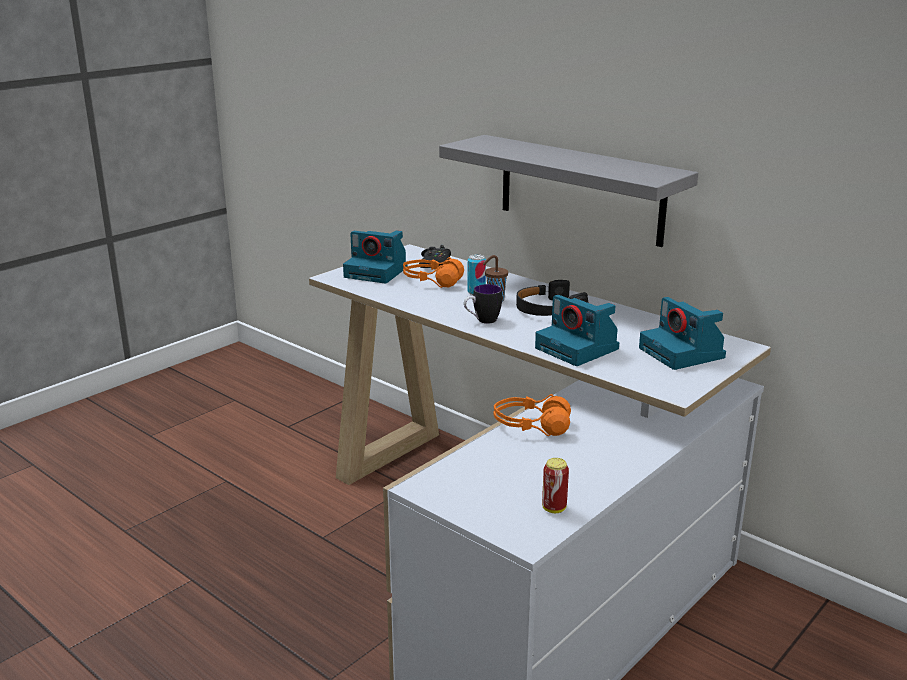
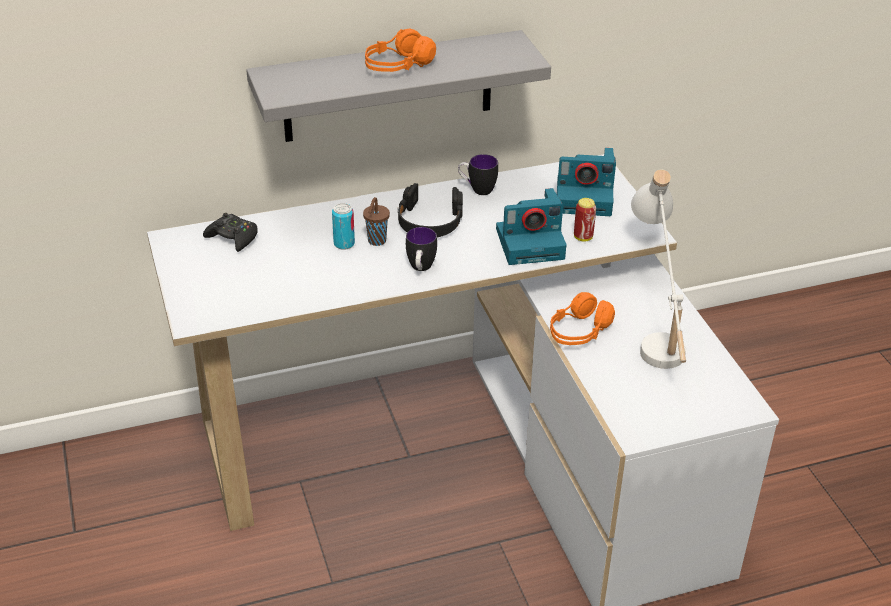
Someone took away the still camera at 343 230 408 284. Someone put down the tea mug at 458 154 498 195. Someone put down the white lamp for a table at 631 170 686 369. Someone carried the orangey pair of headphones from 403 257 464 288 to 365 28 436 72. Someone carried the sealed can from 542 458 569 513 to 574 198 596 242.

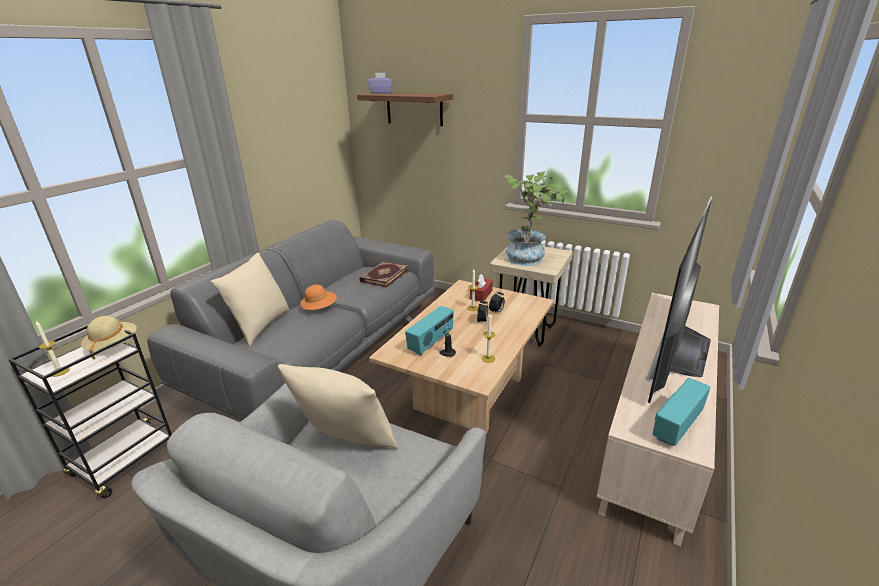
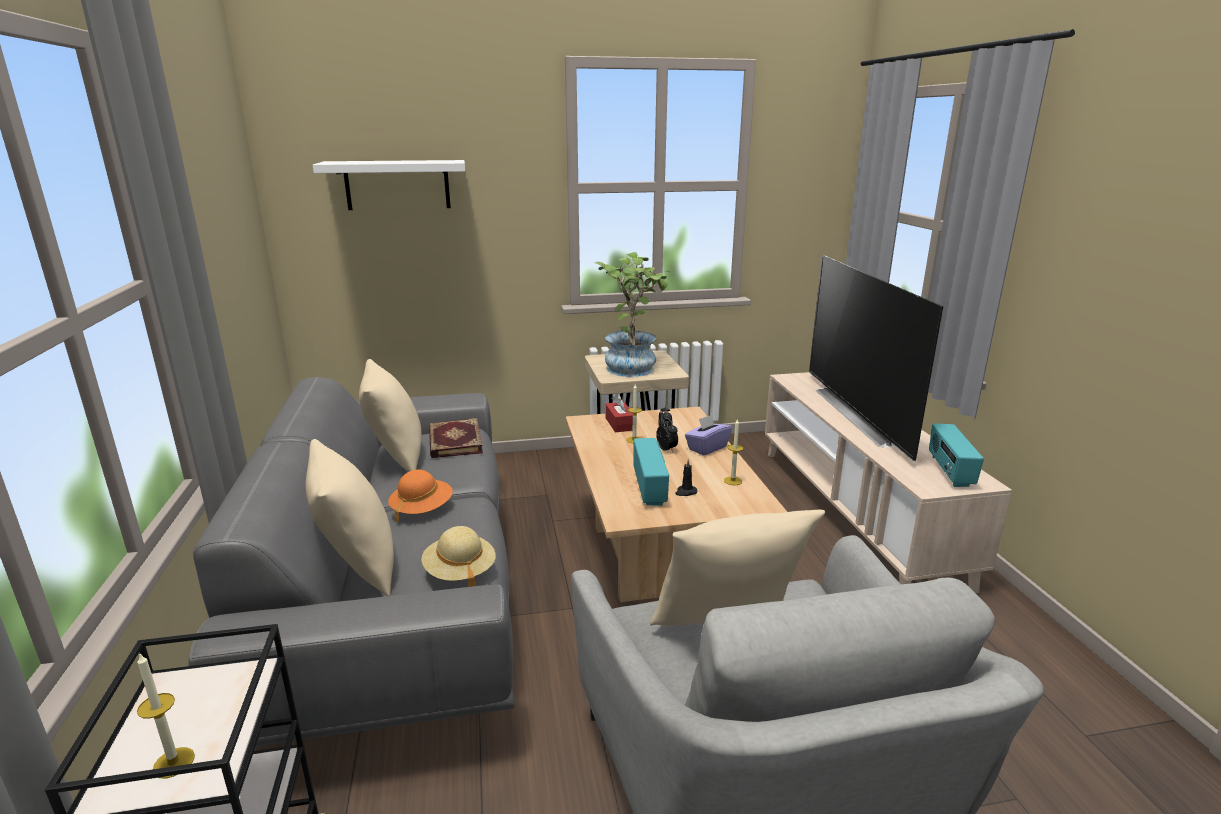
Someone put down the beige-coloured cushion at 359 359 421 472. Someone carried the beige-coloured hat from 81 316 137 360 to 422 526 496 587. Someone carried the purplish tissue box from 368 72 393 94 to 685 415 732 456. Someone repainted the brown wall shelf at 357 92 453 126, which became the white wall shelf at 313 160 465 210.

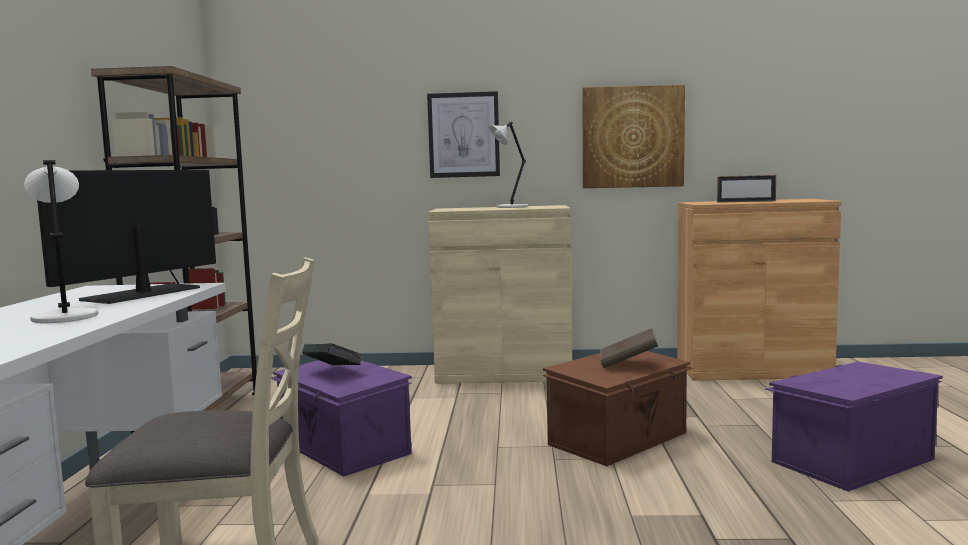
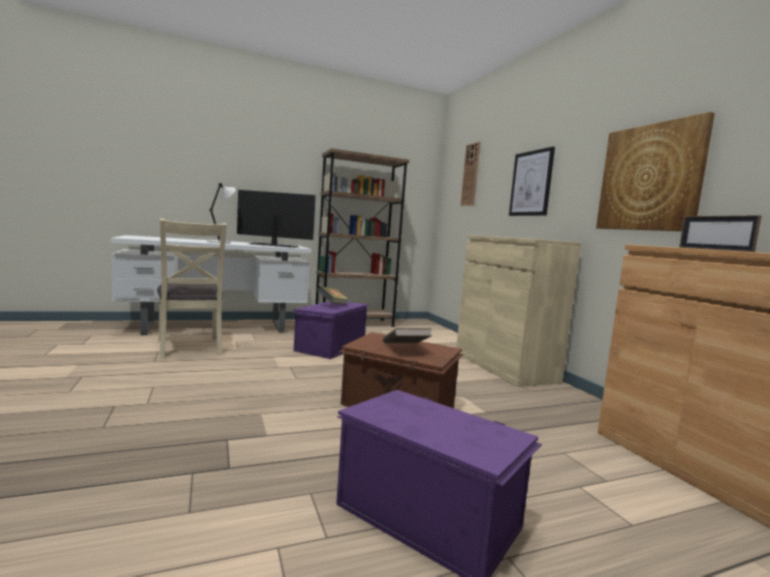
Someone took away the white lamp for a table at 489 122 528 208. Someone put up the hanging clock at 460 142 480 206.

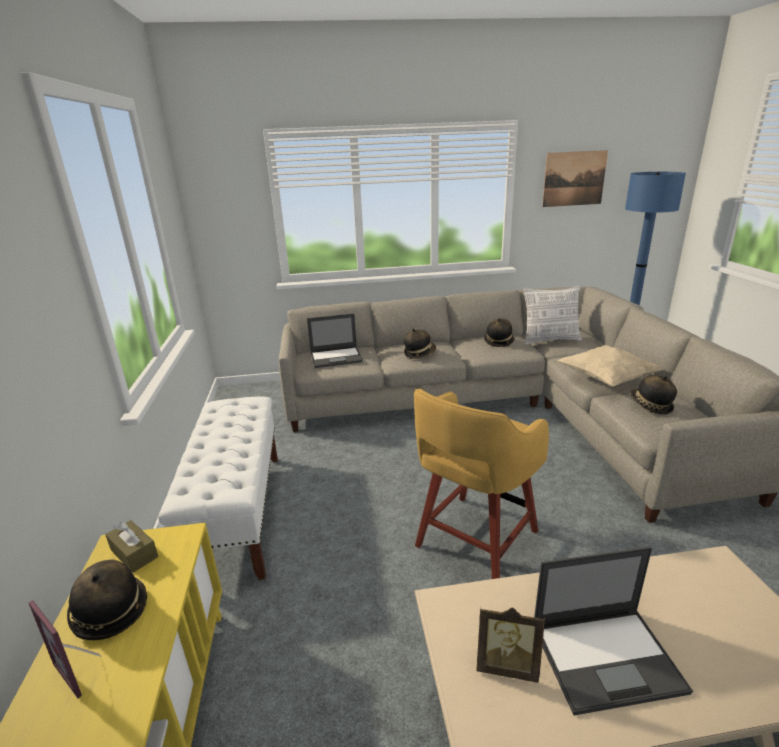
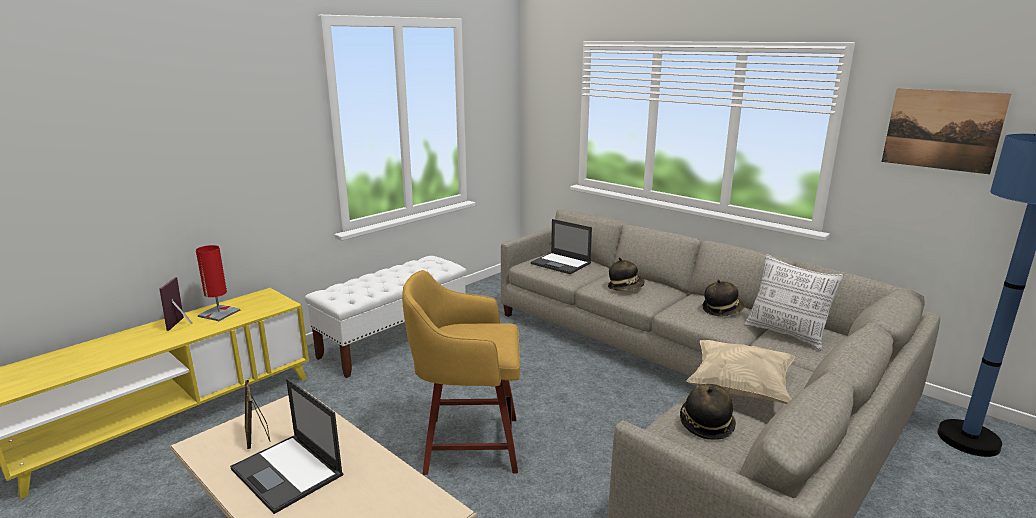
Someone took away the brown tissue box at 105 520 159 573. Someone swapped the hat at 67 560 147 640 for the reddish lamp for a table at 196 245 240 321.

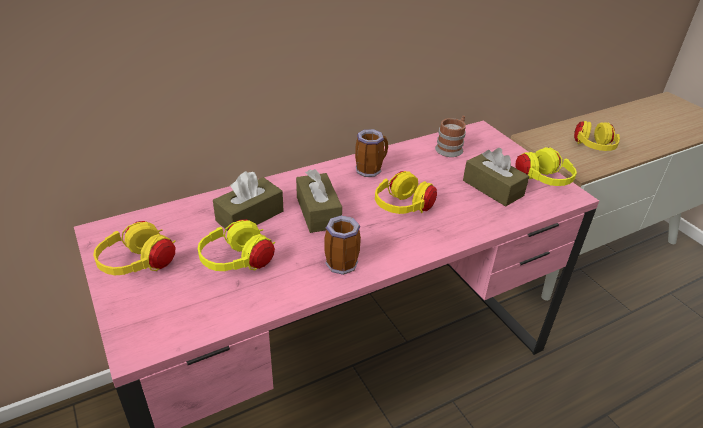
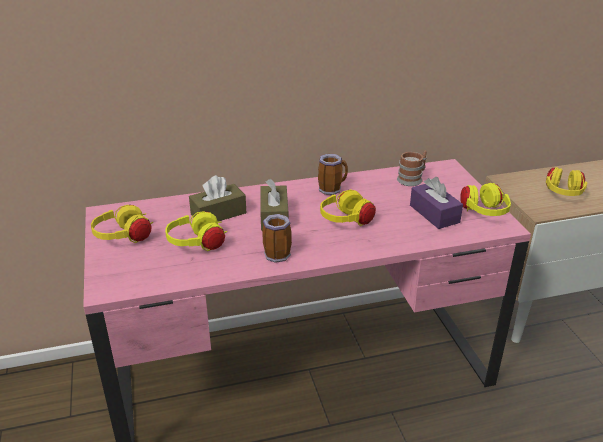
Someone repainted the brown tissue box at 463 148 530 207, which became the purplish tissue box at 410 177 463 229.

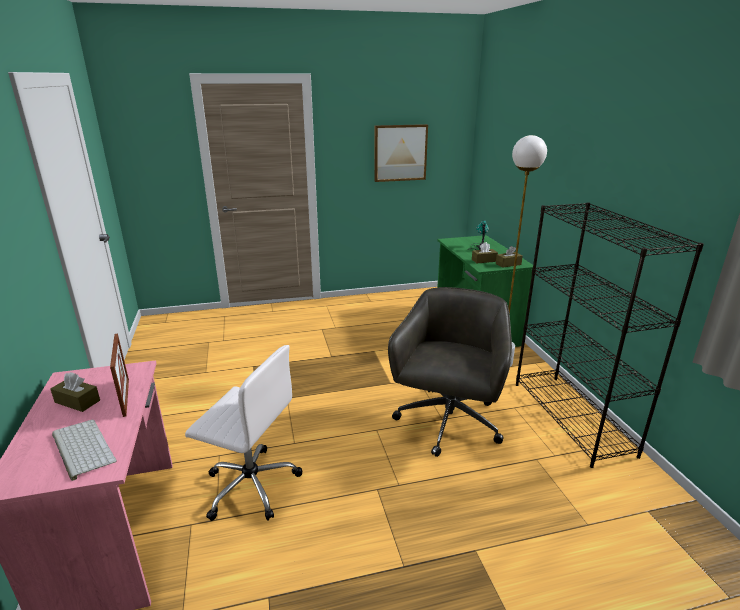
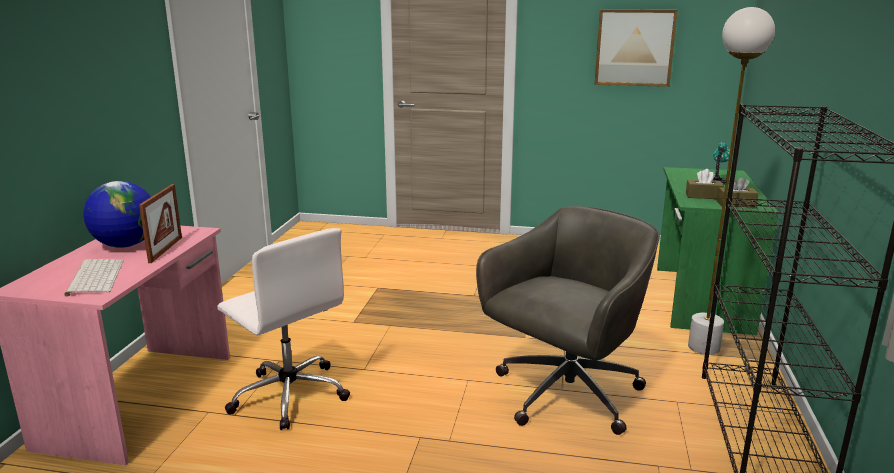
Someone swapped the brown tissue box at 50 372 100 412 for the globe at 83 181 151 248.

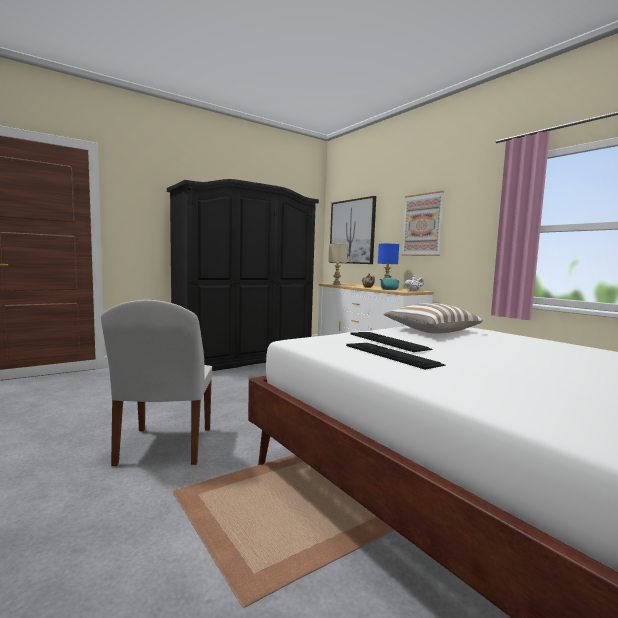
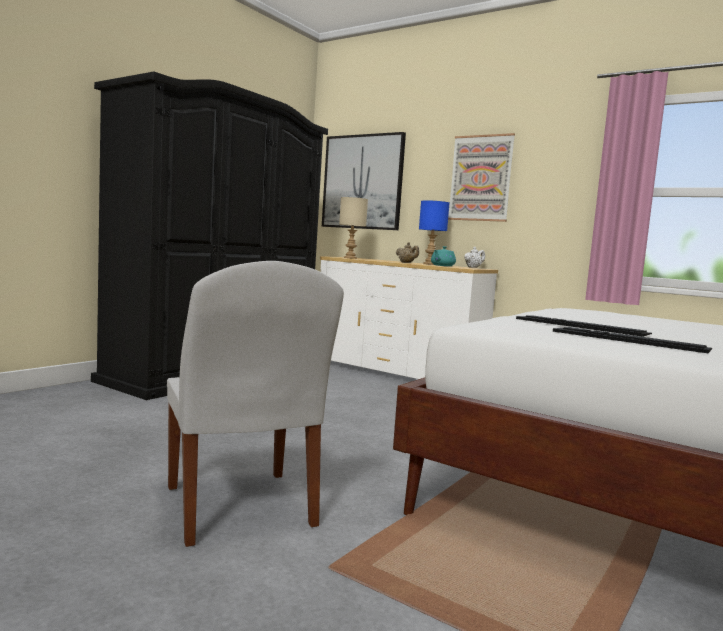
Someone took away the cushion at 384 303 483 334.

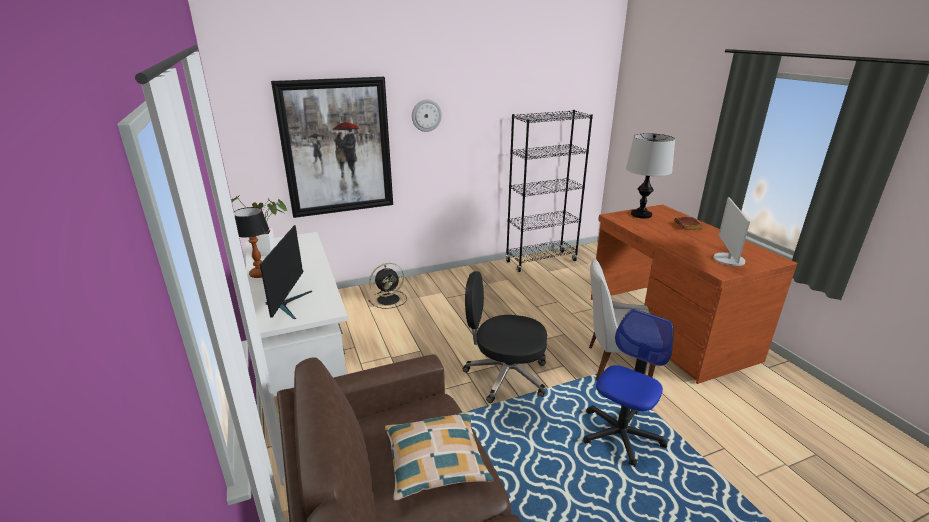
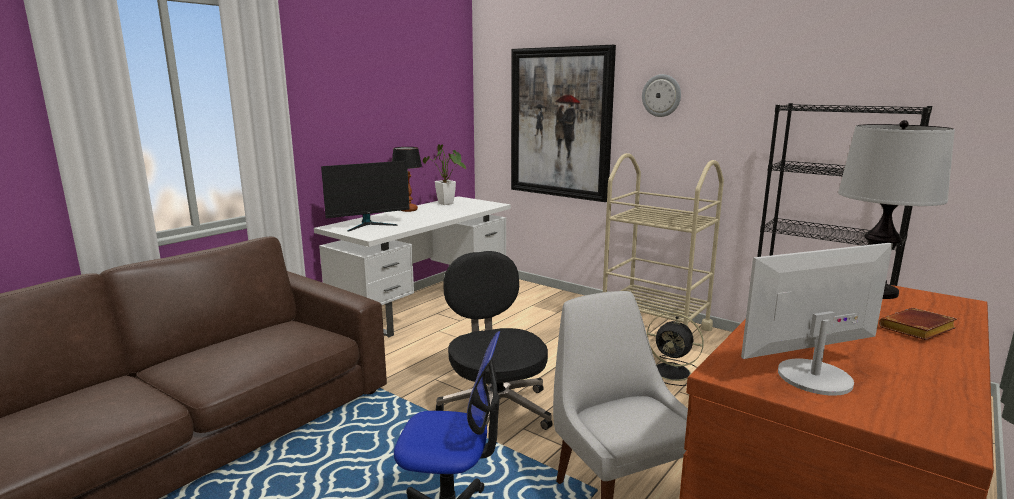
Someone took away the cushion at 385 412 493 500. Someone put down the beige-coloured wheeled cart at 603 153 724 331. Someone carried the black-coloured electric fan from 368 263 407 309 to 647 312 704 386.

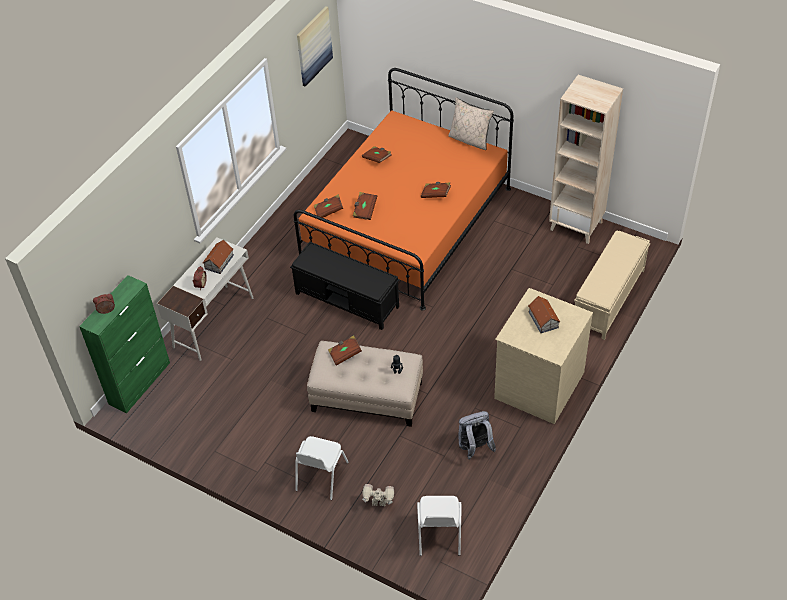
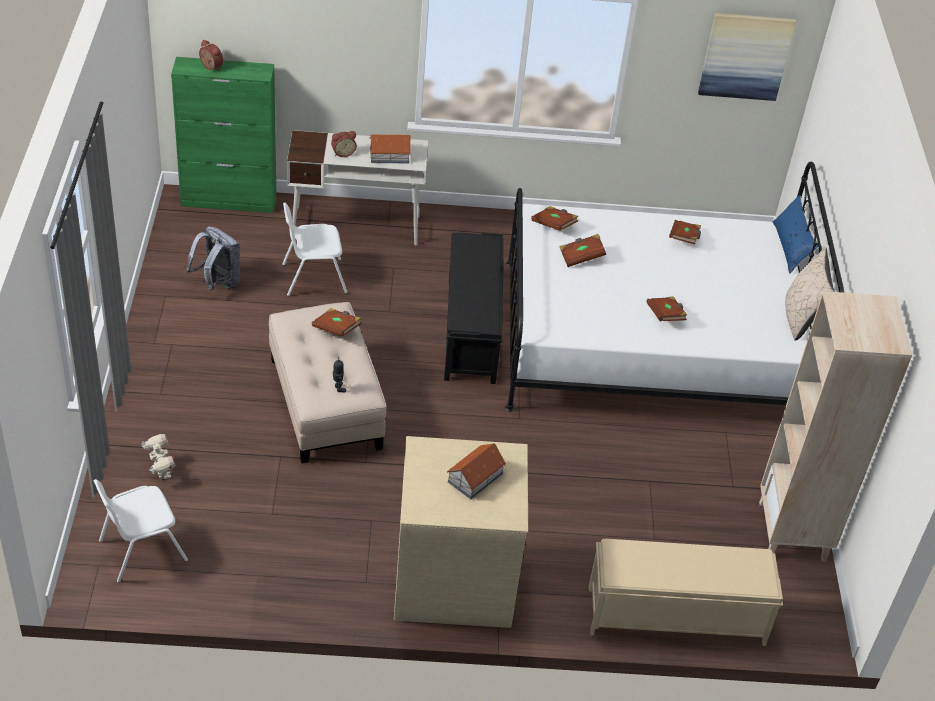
Someone put down the blue-coloured cushion at 773 195 818 274. Someone carried the white upright chair from 295 436 349 500 to 282 202 348 296. Someone carried the gray backpack from 459 411 496 460 to 186 226 240 291. Someone repainted the orangey bedroom bed at 294 68 514 311, which became the white bedroom bed at 505 162 845 412.

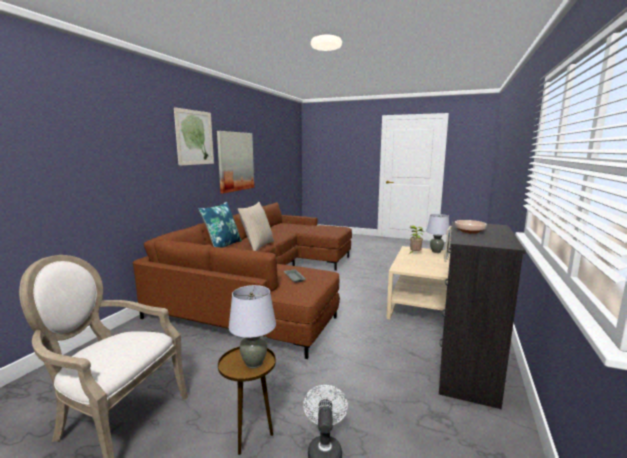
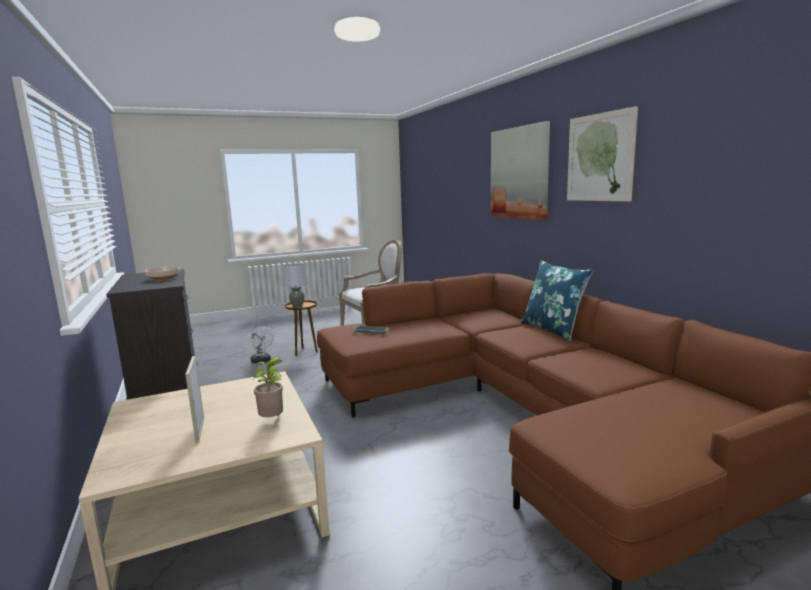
Someone took away the beige-coloured cushion at 238 202 274 251. Someone took away the gray lamp for a table at 426 214 450 253. Someone carried the picture from 217 131 254 194 to 491 121 550 220.

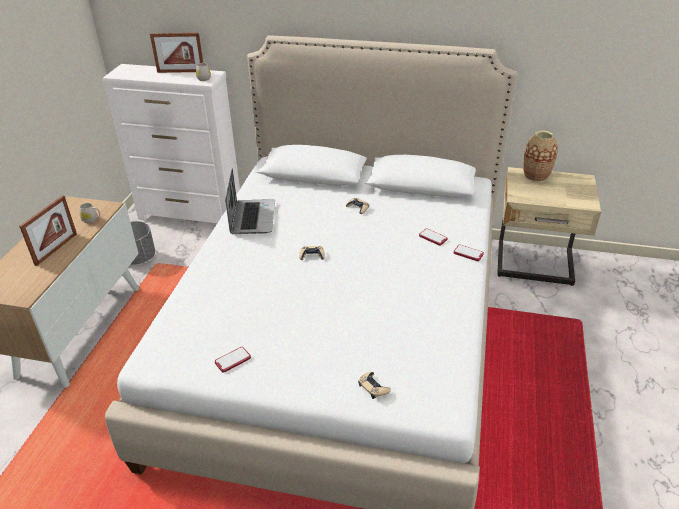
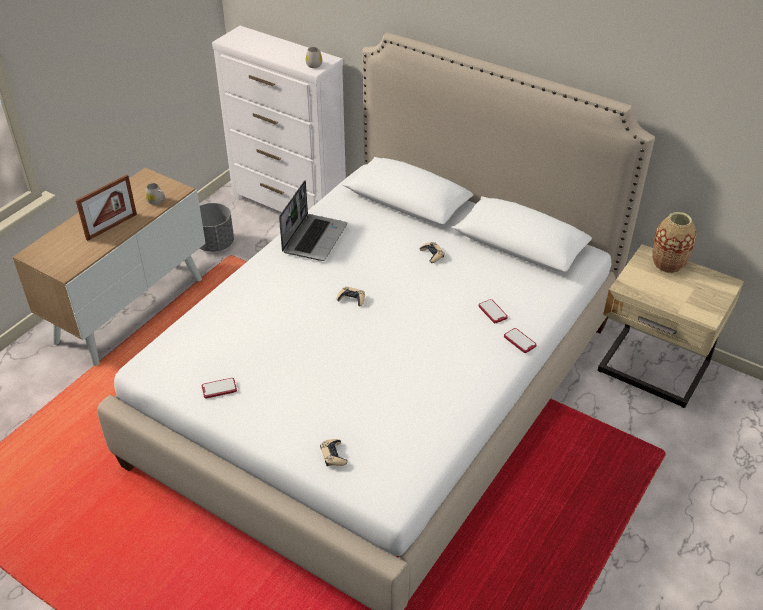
Someone took away the photo frame at 150 33 203 73.

